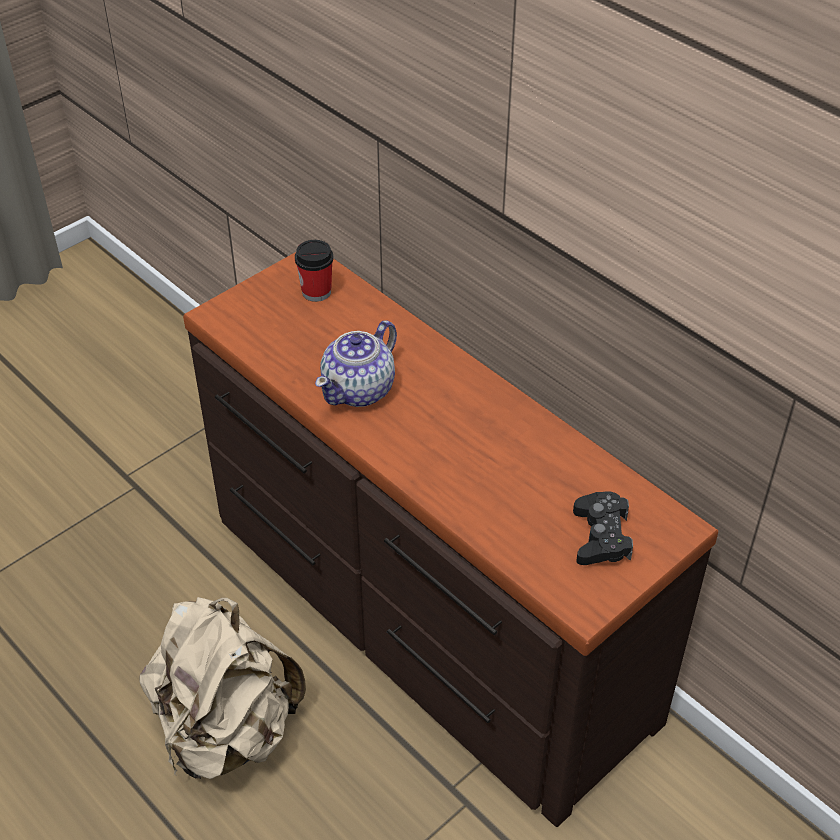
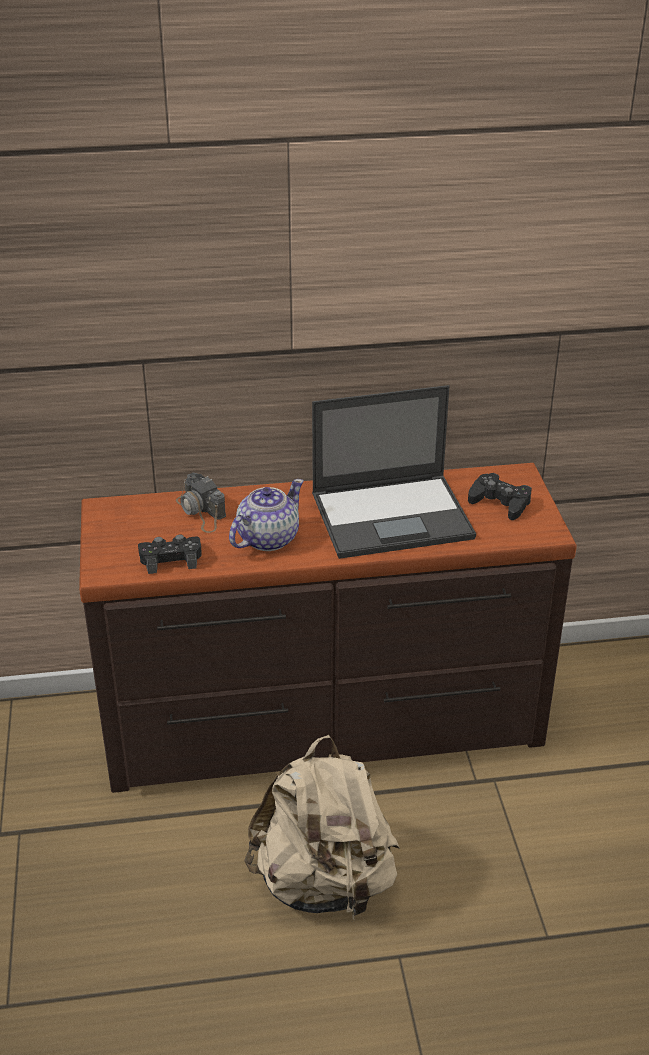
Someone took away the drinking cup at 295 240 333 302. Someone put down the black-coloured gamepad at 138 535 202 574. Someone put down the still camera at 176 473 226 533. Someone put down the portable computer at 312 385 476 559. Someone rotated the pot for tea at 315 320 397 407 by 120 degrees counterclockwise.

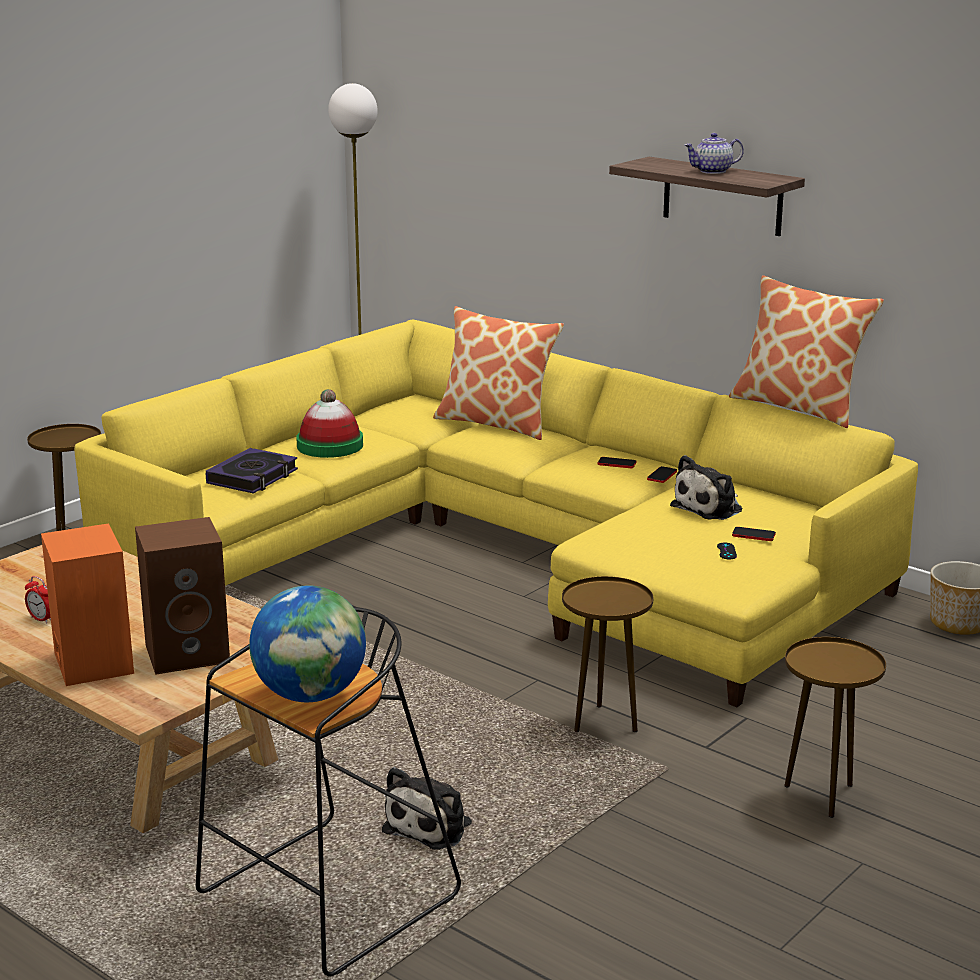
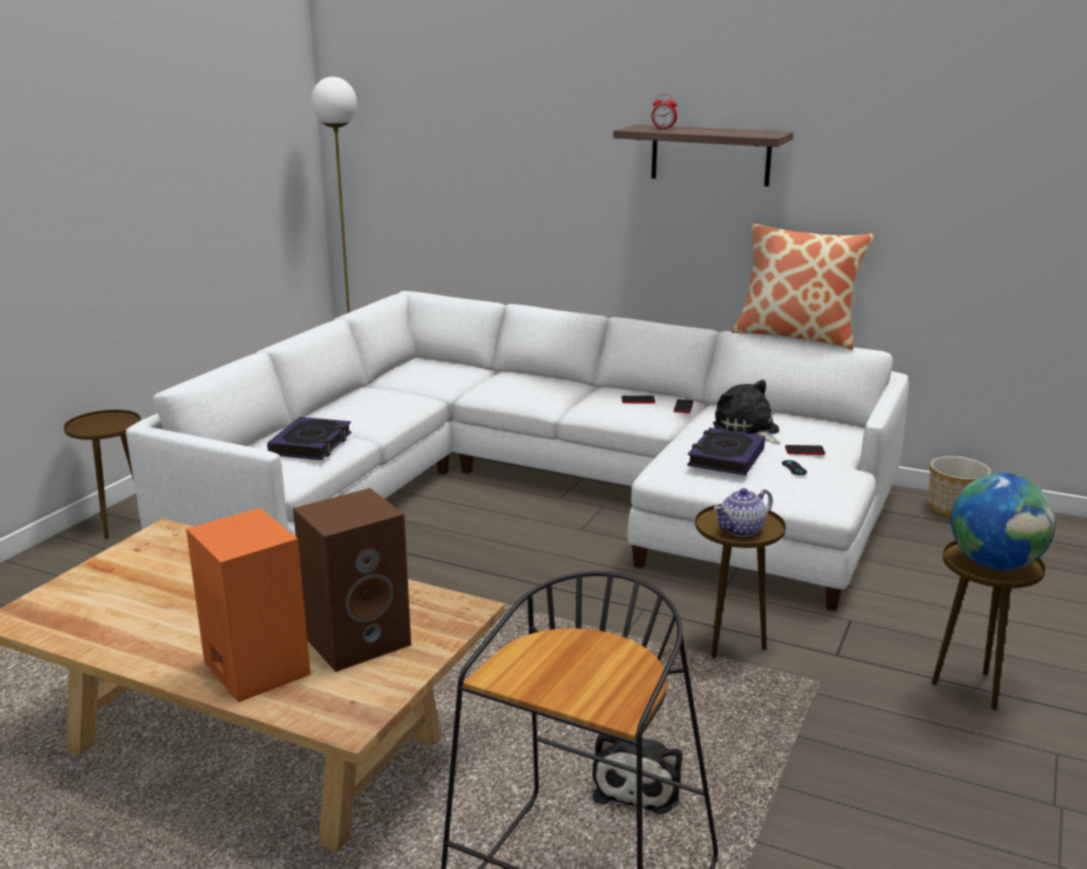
Someone took away the hat at 296 389 363 458. Someone took away the cushion at 433 306 564 440. Someone put down the volume at 687 428 765 476. Someone carried the bedside clock from 25 576 51 624 to 652 94 677 129. Someone carried the globe from 249 585 366 702 to 951 473 1056 570. Someone carried the pot for tea from 684 133 744 174 to 713 488 773 537. Someone repainted the yellow couch at 74 319 918 707, which became the white couch at 126 291 909 611. Someone rotated the plush toy at 670 455 743 520 by 120 degrees clockwise.

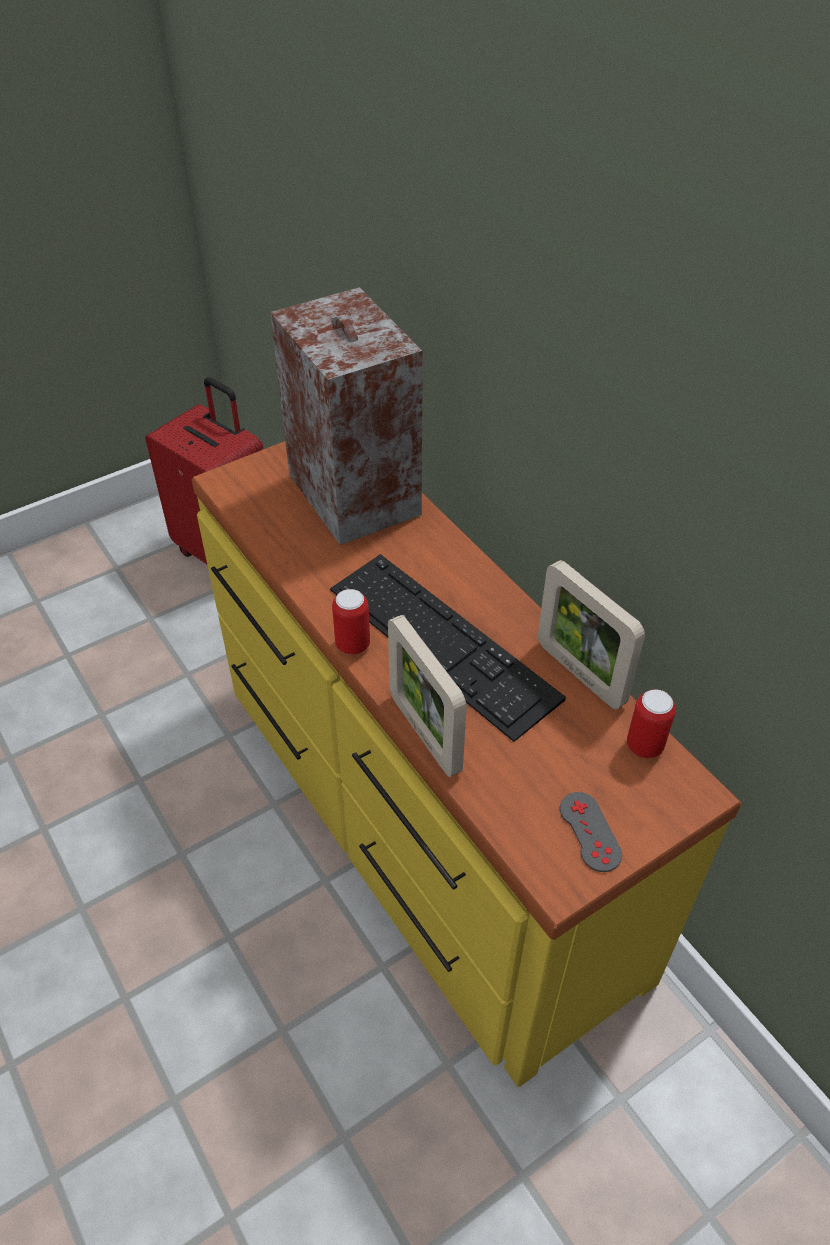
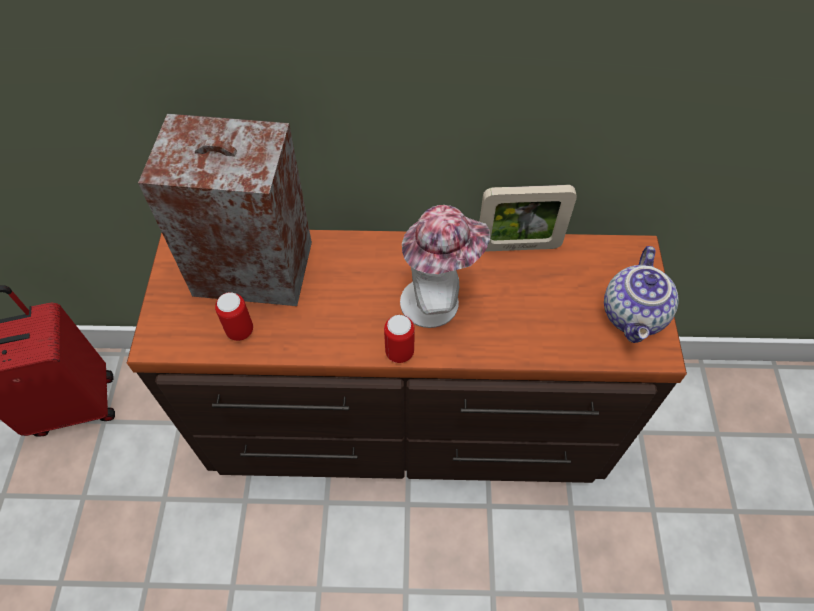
Someone took away the photo frame at 388 615 467 777. Someone carried the sealed can from 627 689 676 758 to 215 292 253 341. Someone swapped the keyboard at 330 554 566 742 for the hat at 400 205 490 328. Someone swapped the gray gamepad at 560 792 622 872 for the pot for tea at 604 246 679 343. Someone repainted the yellow dresser at 192 441 741 1087, which became the brown dresser at 127 230 687 483.

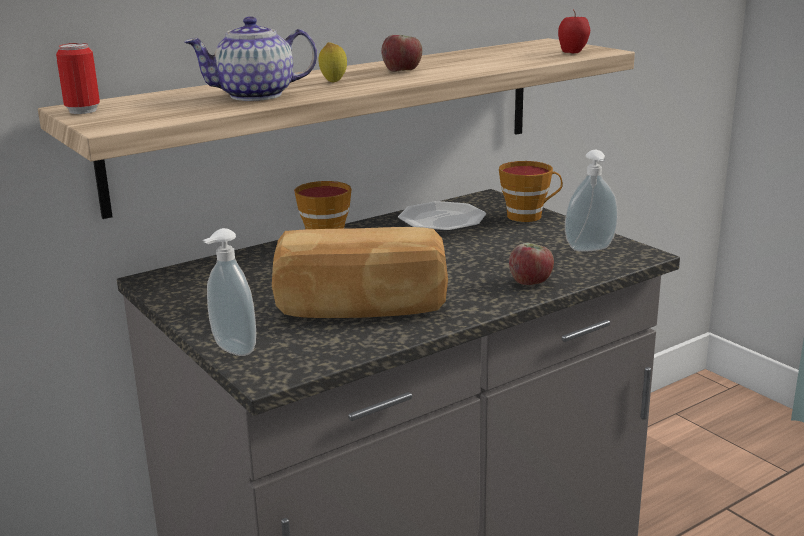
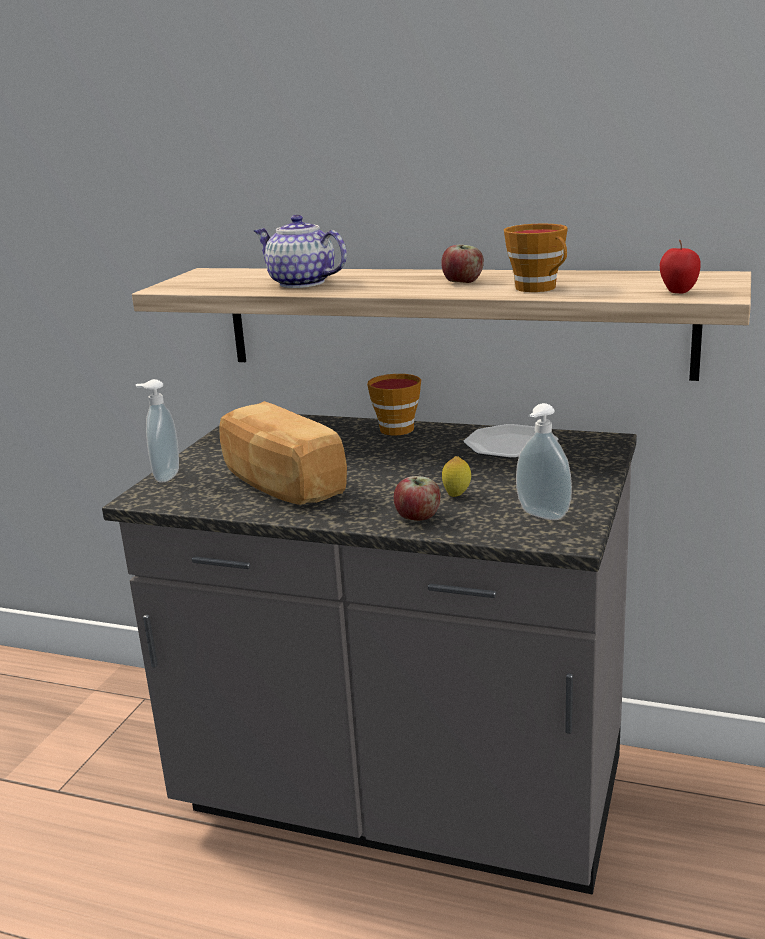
Someone took away the sealed can at 56 43 100 114. Someone carried the lemon from 319 42 347 83 to 442 456 471 497. Someone carried the drinking cup from 499 161 563 222 to 504 223 568 292.

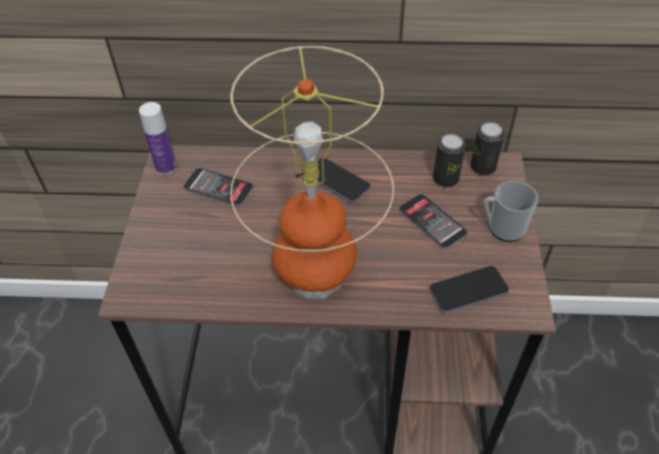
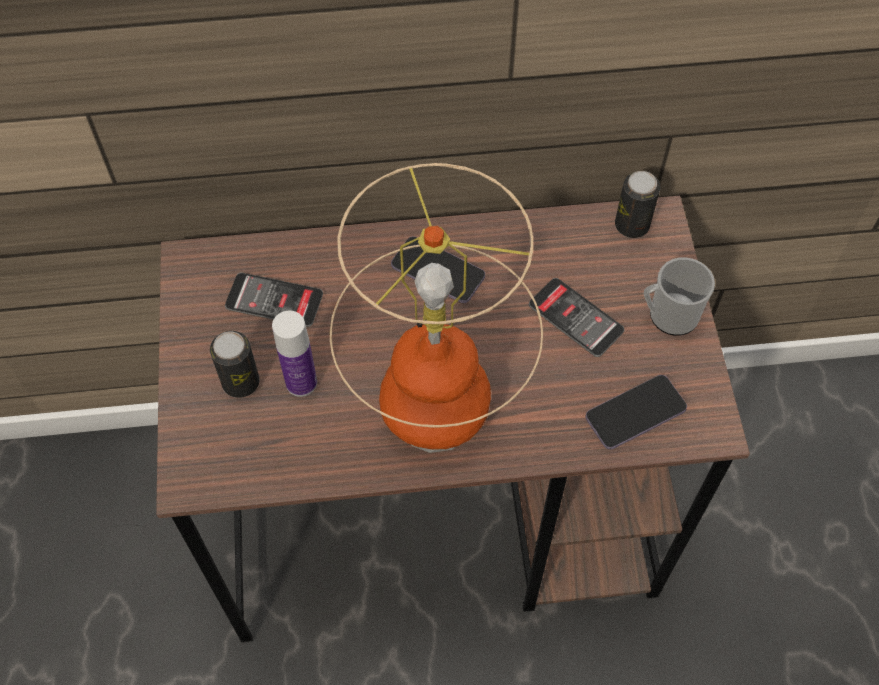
Someone carried the drink bottle from 139 102 177 175 to 272 310 317 397. Someone carried the sealed can from 433 134 465 187 to 210 331 260 398.

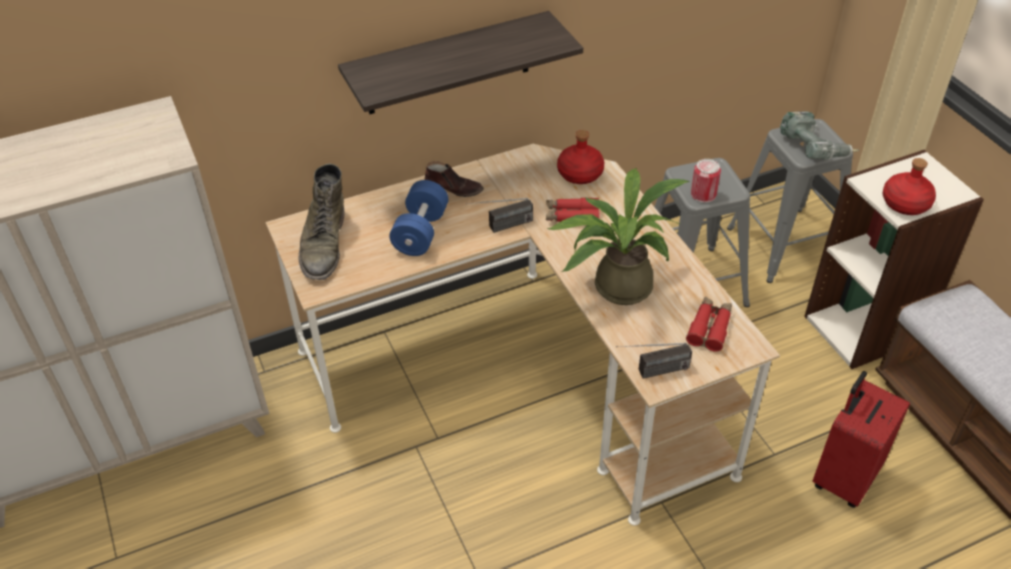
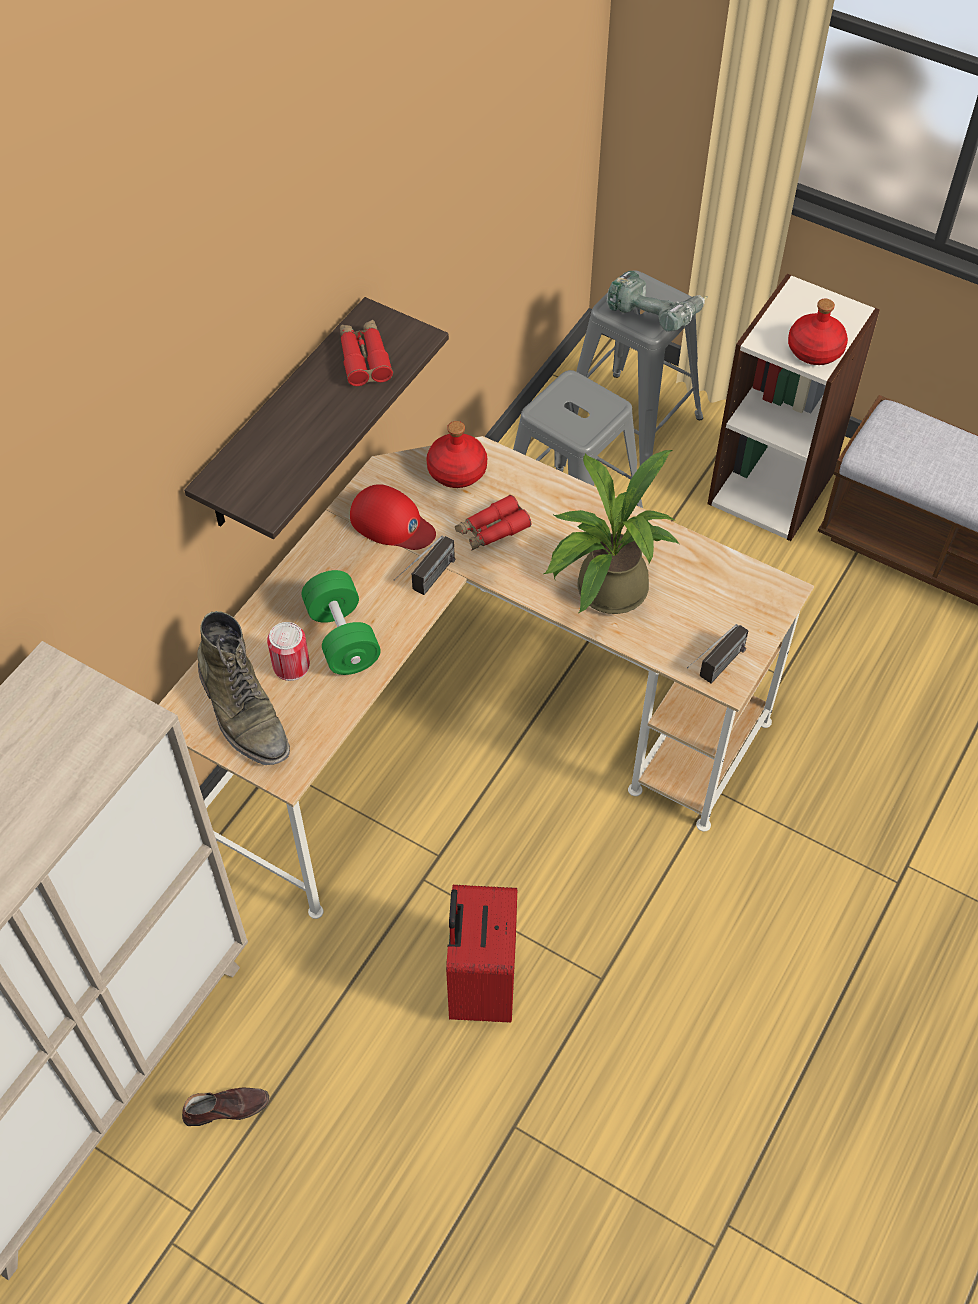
Someone put down the reddish peaked cap at 350 484 436 550. Someone carried the brown item of footwear from 425 161 484 197 to 182 1087 269 1126. Someone carried the reddish binoculars from 686 297 732 352 to 340 320 393 386. Someone carried the sealed can from 691 159 721 203 to 267 622 310 681. Someone carried the reddish piece of luggage from 812 371 910 508 to 446 885 517 1023. Someone repainted the blue-coloured hand weight at 389 180 448 256, which became the green hand weight at 301 570 381 675.

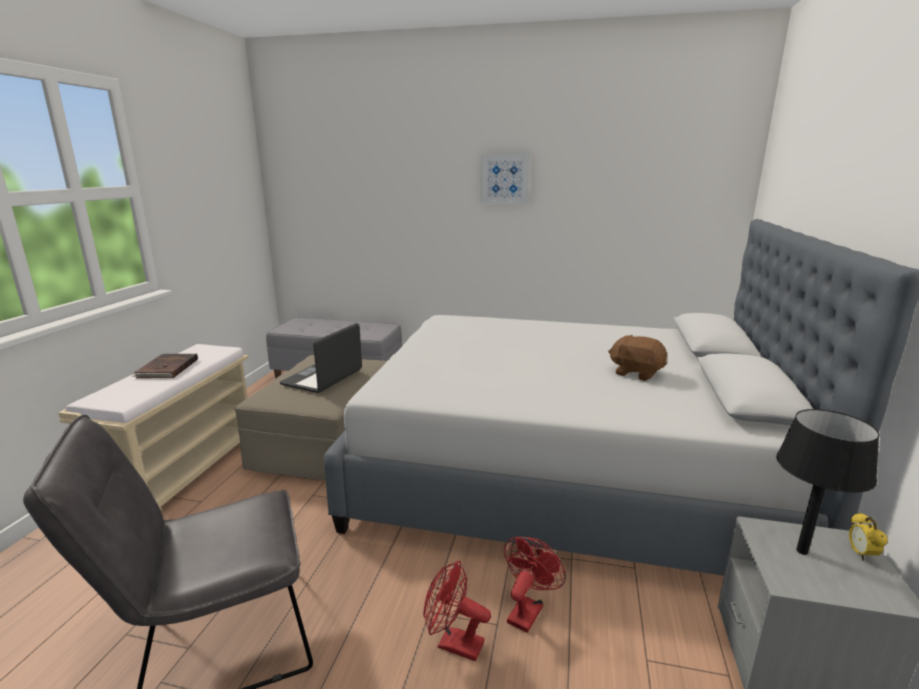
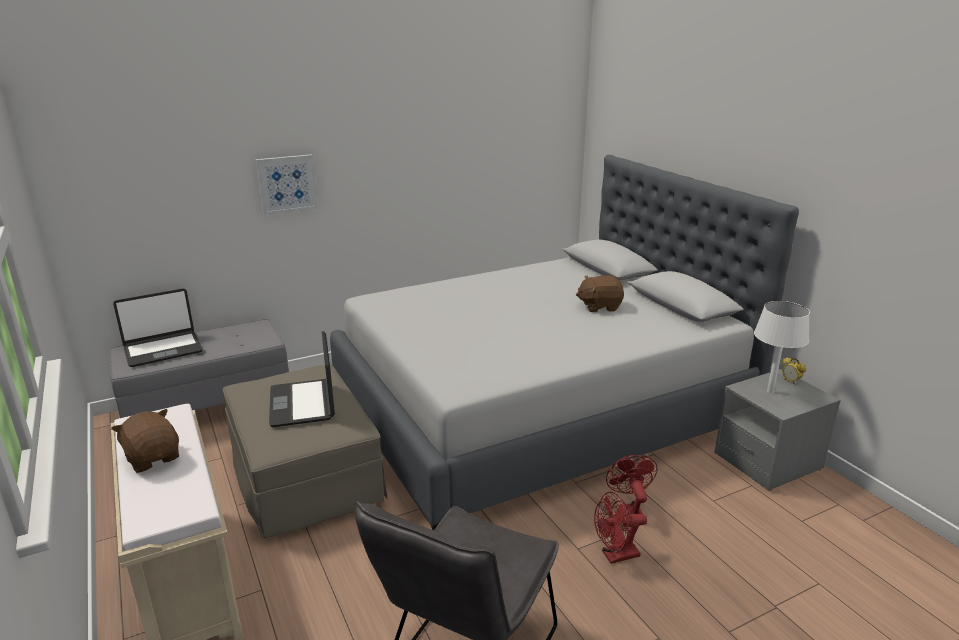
Someone put down the portable computer at 113 289 203 367. Someone carried the picture from 481 154 530 204 to 256 154 318 215. Someone swapped the brown volume at 132 354 198 378 for the brown plush toy at 111 409 179 473. Someone repainted the black-coloured lamp for a table at 776 409 880 555, which became the white lamp for a table at 754 301 810 393.

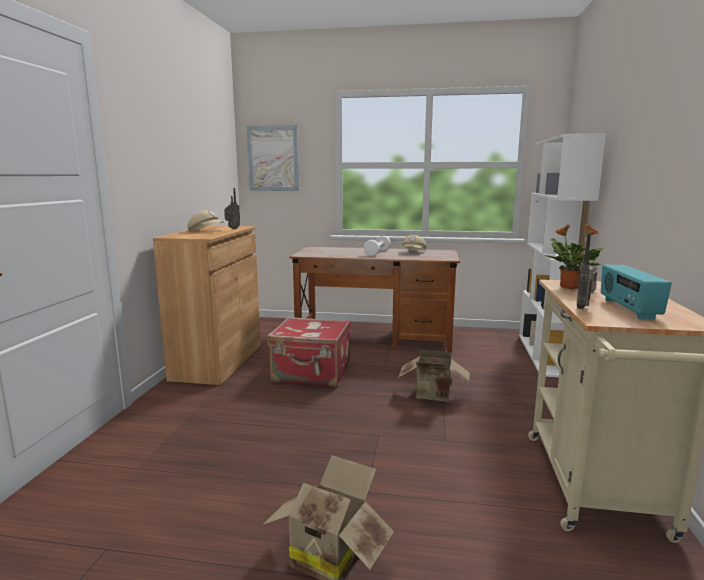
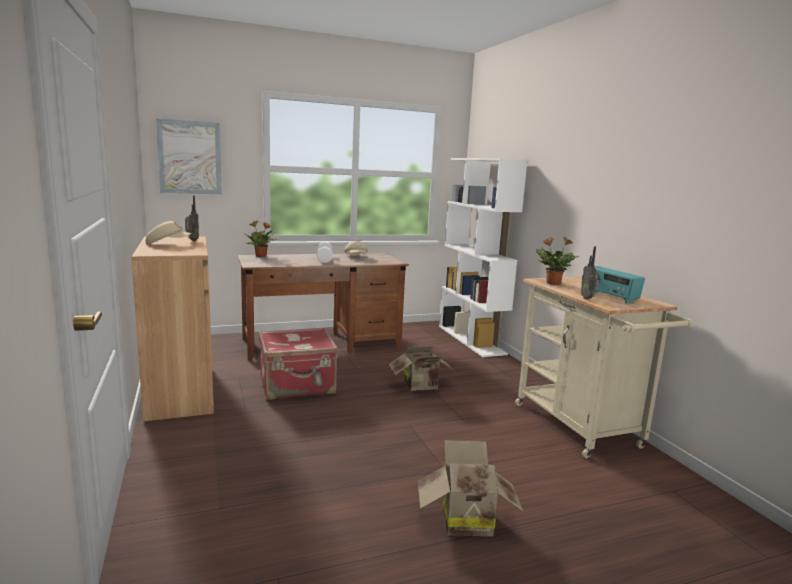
Someone put down the potted plant at 245 221 277 257.

